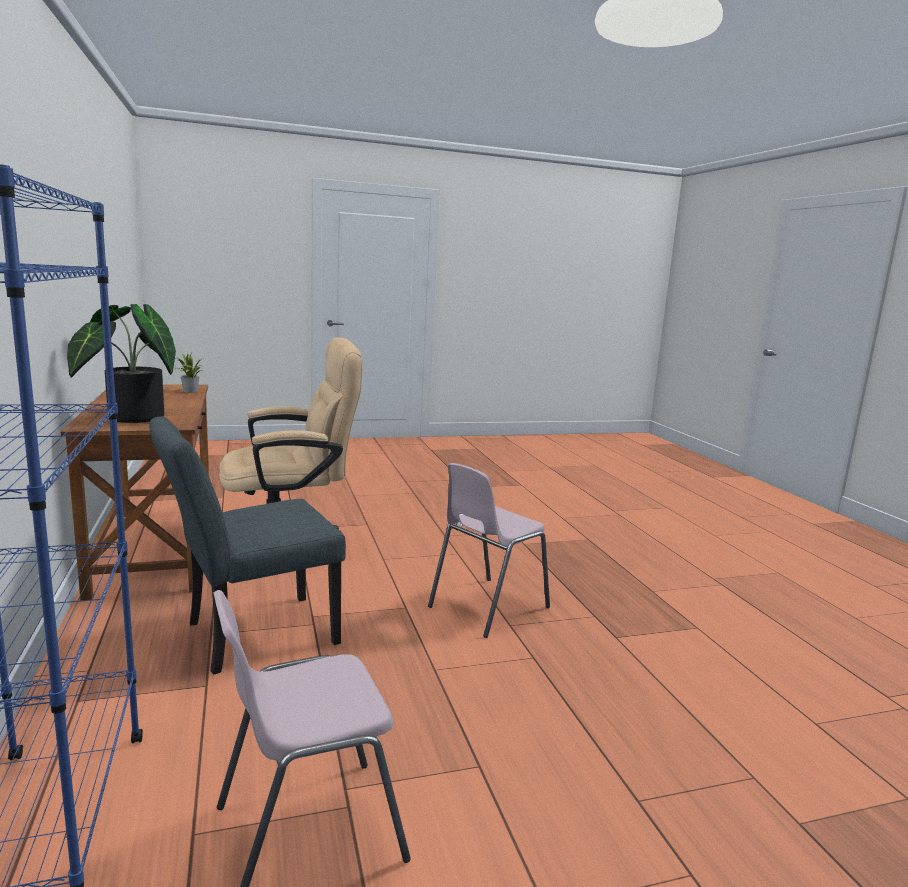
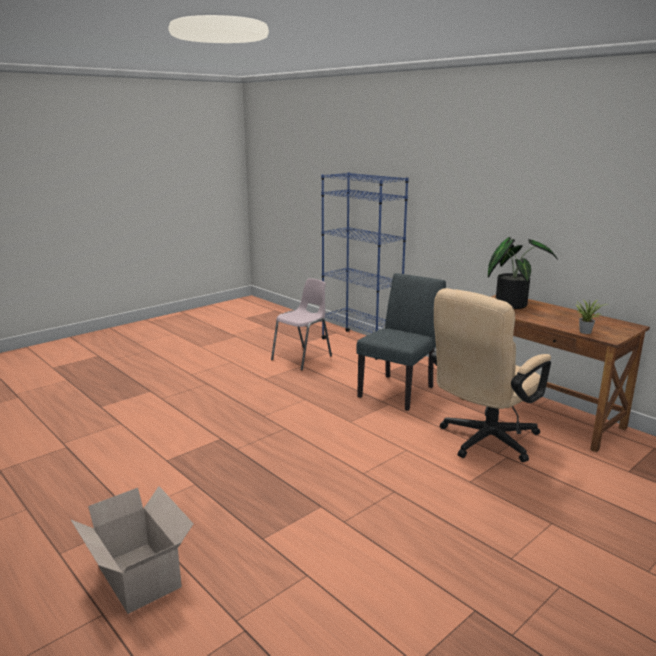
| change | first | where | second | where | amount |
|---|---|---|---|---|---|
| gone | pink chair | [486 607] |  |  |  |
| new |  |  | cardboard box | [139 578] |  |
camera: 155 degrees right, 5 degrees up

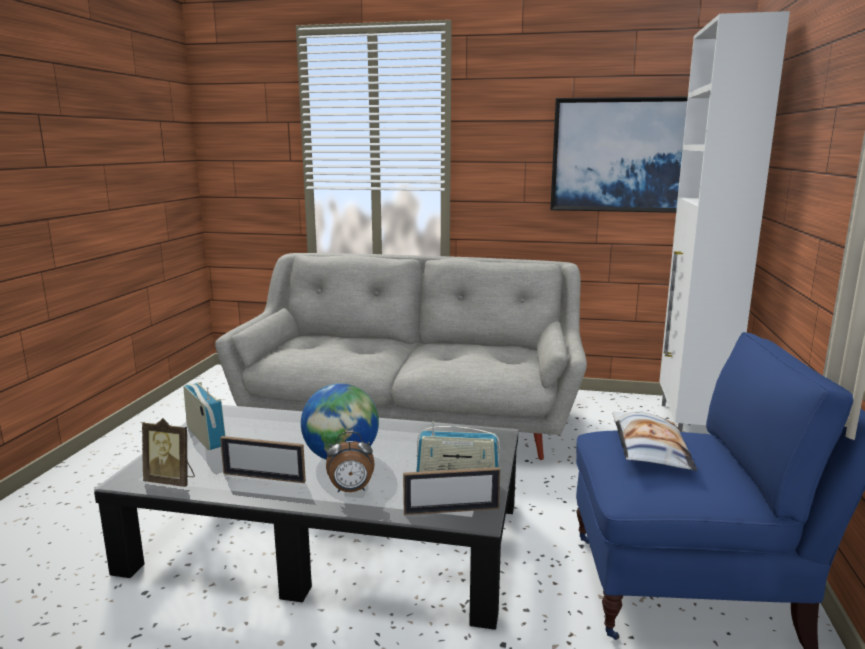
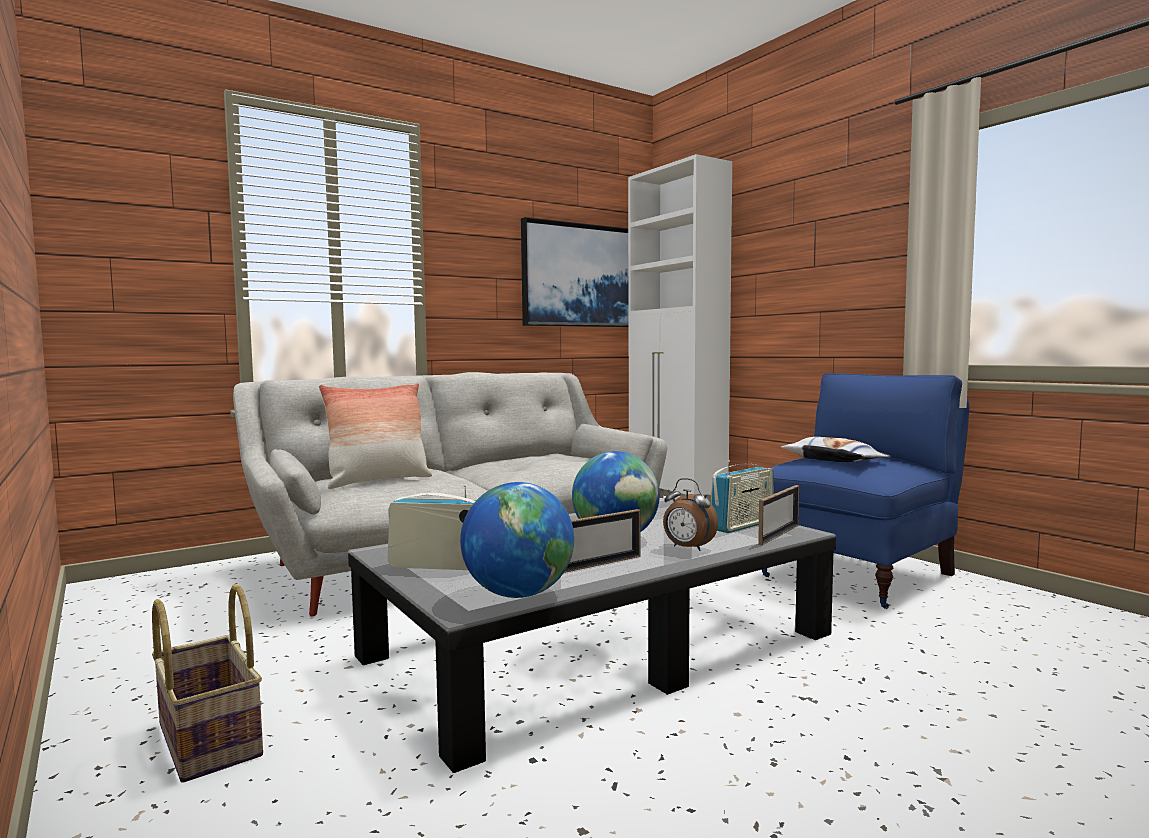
| change | first | where | second | where | amount |
|---|---|---|---|---|---|
| new |  |  | basket | [206 740] |  |
| new |  |  | pillow | [378 481] |  |
| swapped | picture frame | [172 481] | globe | [518 594] |  |
| rotated | alarm clock | [351 490] |  | [687 548] | 90 degrees clockwise |
camera: 45 degrees left, 10 degrees down

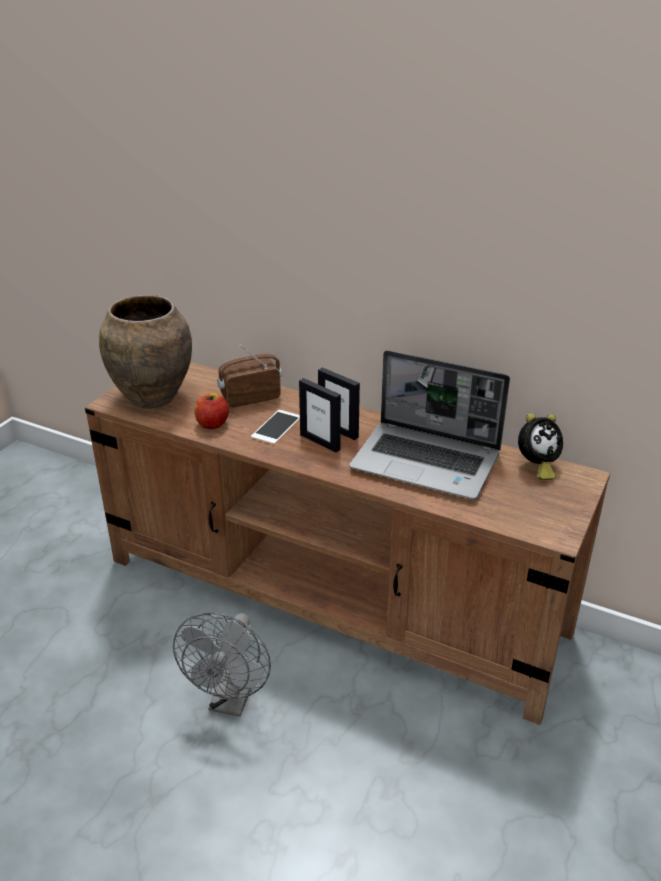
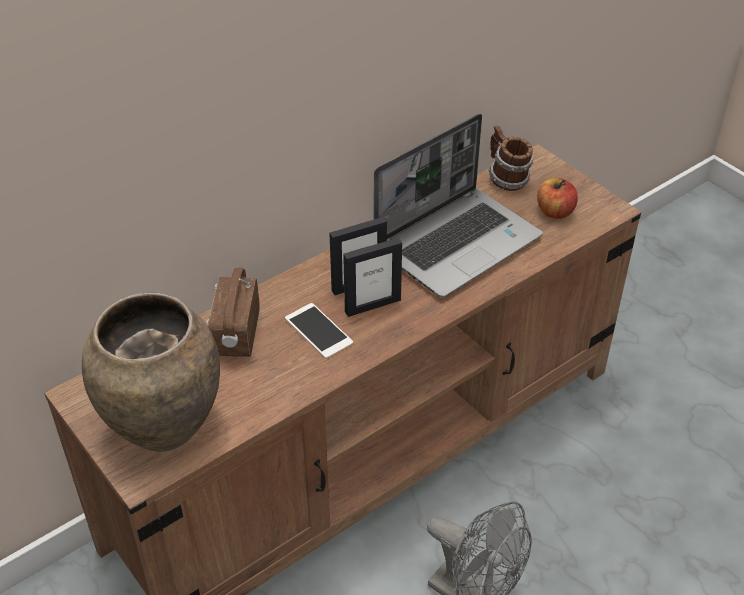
| change | first | where | second | where | amount |
|---|---|---|---|---|---|
| shifted | apple | [212 424] |  | [554 212] |  |
| swapped | alarm clock | [536 467] | mug | [506 179] |  |
camera: 65 degrees left, 10 degrees up

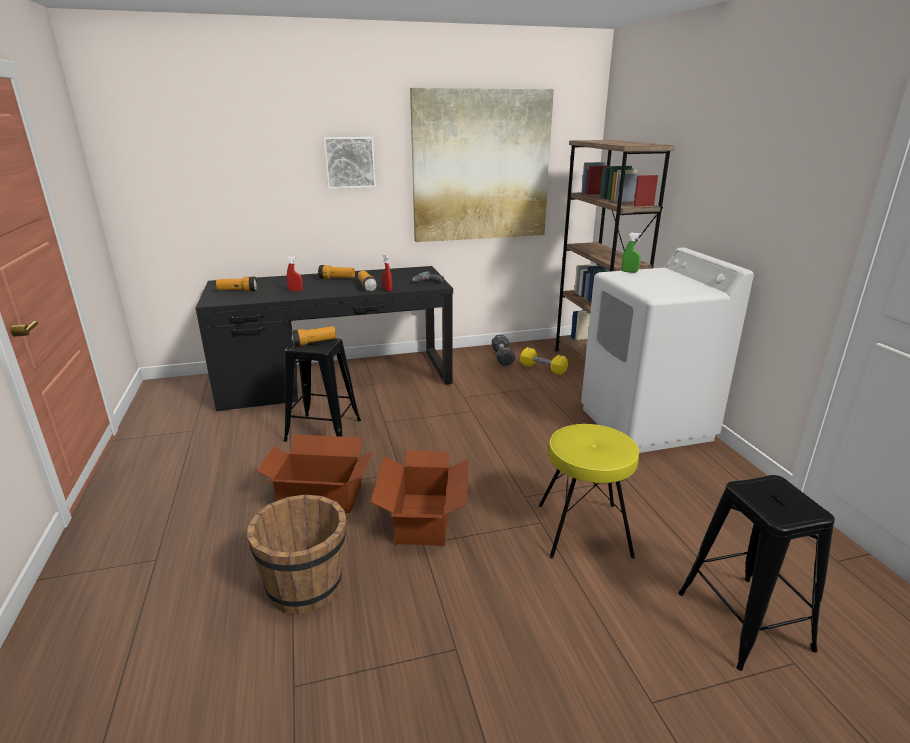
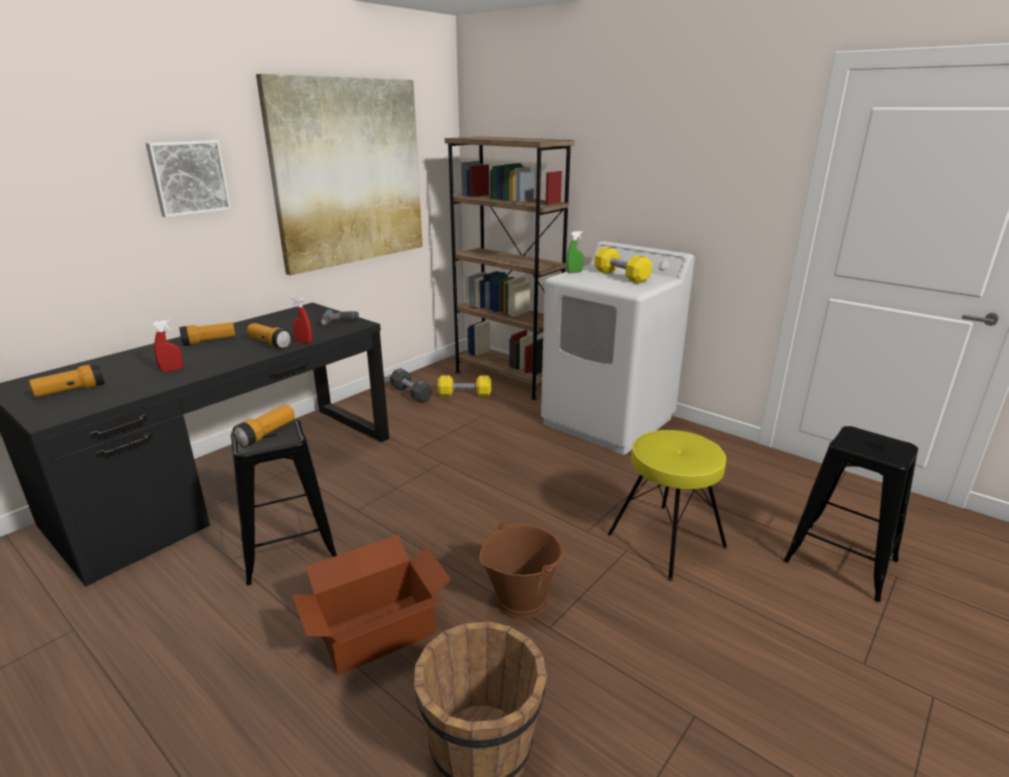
| change | first | where | second | where | amount |
|---|---|---|---|---|---|
| new |  |  | yellow dumbbell | [621 276] |  |
| swapped | cardboard box | [424 518] | brown bucket | [521 599] |  |
camera: 35 degrees left, 0 degrees up

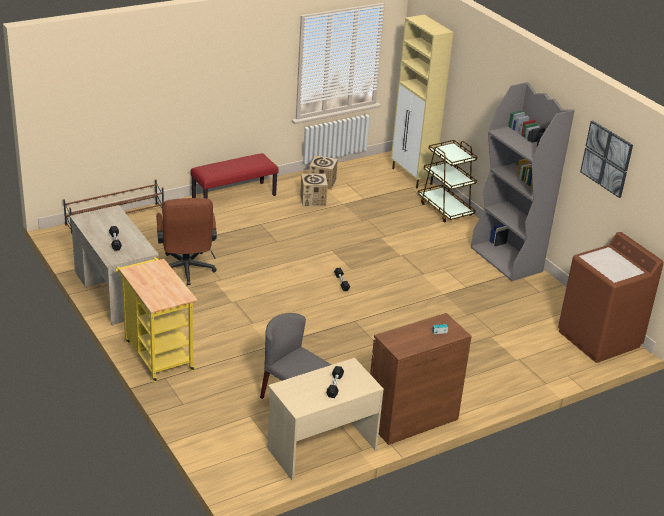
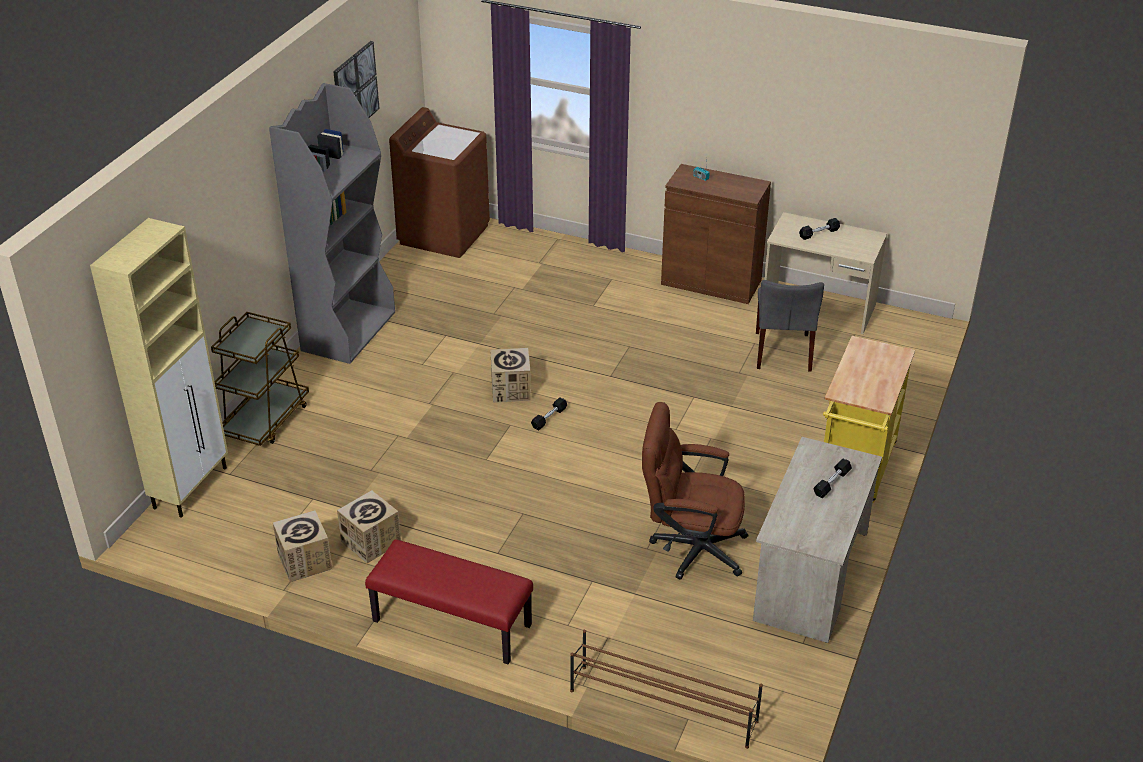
| change | first | where | second | where | amount |
|---|---|---|---|---|---|
| new |  |  | cardboard box | [511 390] |  |
| rotated | brown office chair | [186 271] |  | [690 547] | 120 degrees counterclockwise |
camera: 125 degrees left, 5 degrees up

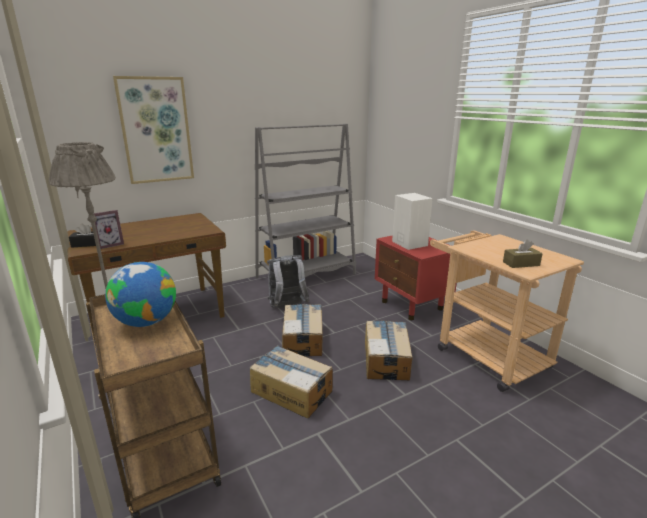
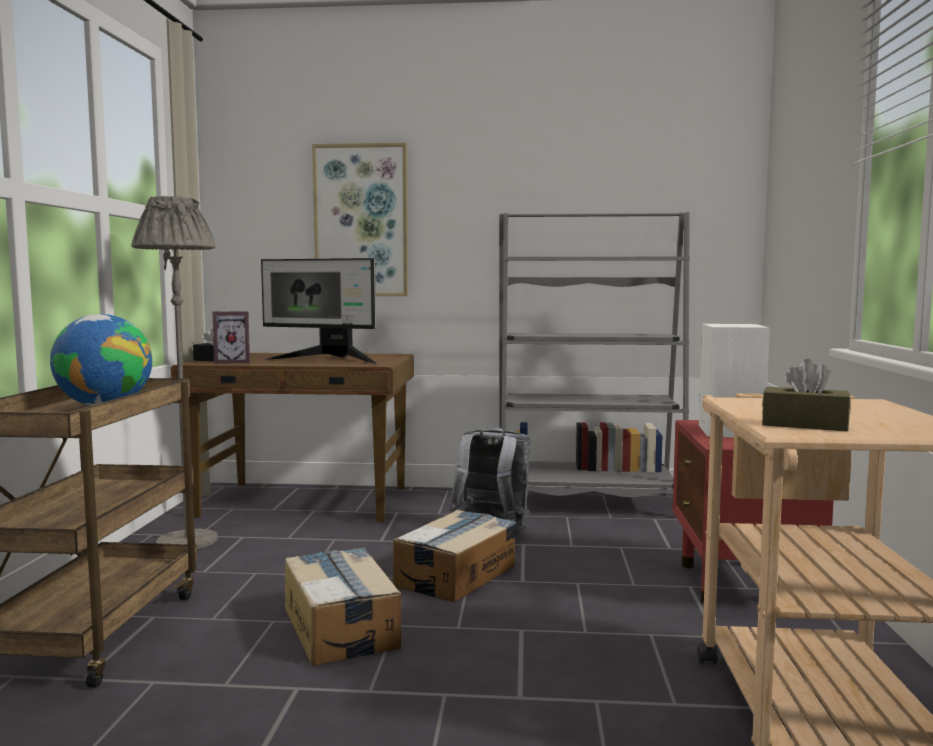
| change | first | where | second | where | amount |
|---|---|---|---|---|---|
| gone | cardboard box | [386 359] |  |  |  |
| new |  |  | monitor | [327 360] |  |
camera: 35 degrees right, 15 degrees down

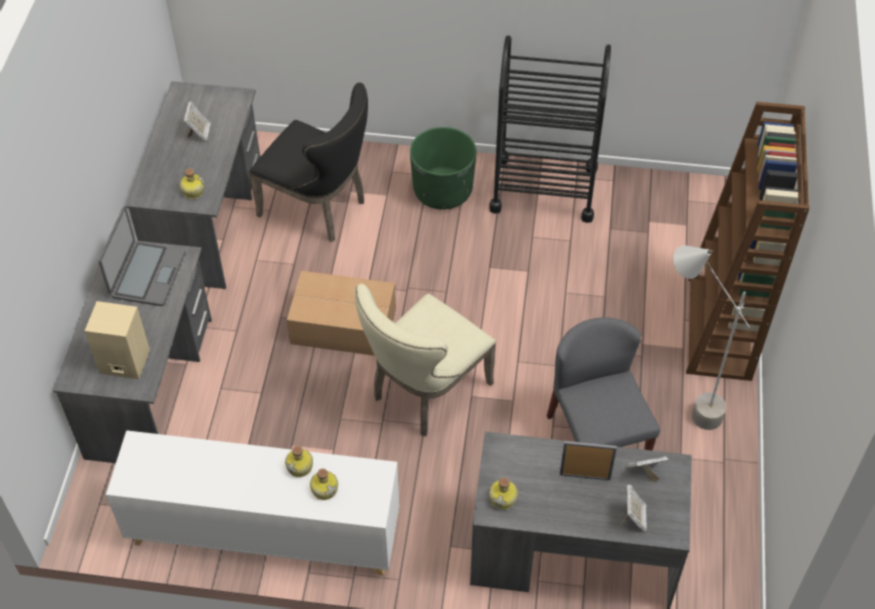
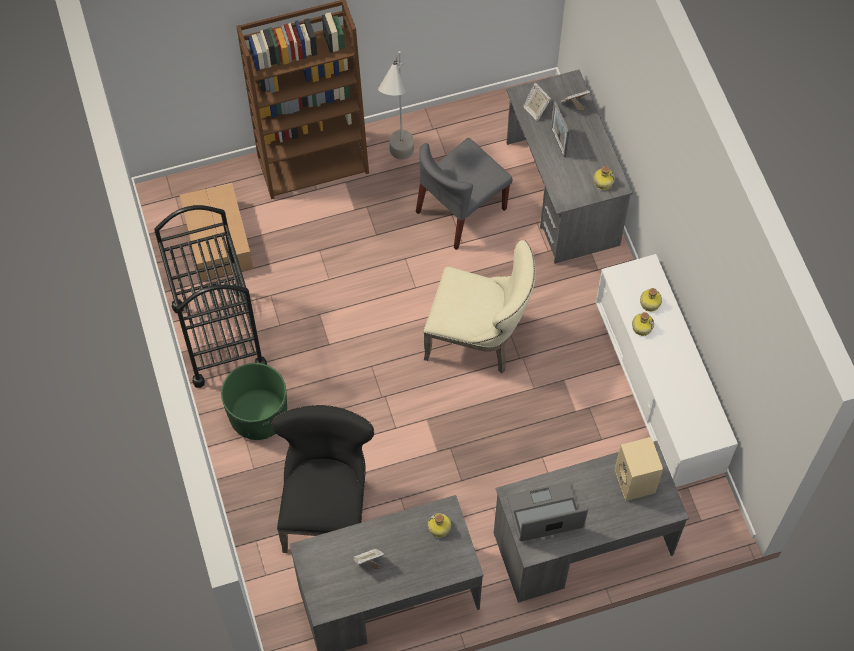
| change | first | where | second | where | amount |
|---|---|---|---|---|---|
| shifted | cardboard box | [342 324] |  | [217 241] |  |
camera: 115 degrees left, 10 degrees up

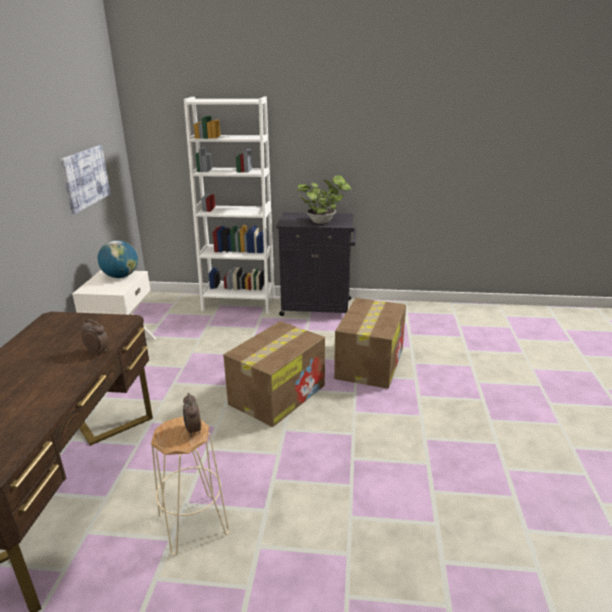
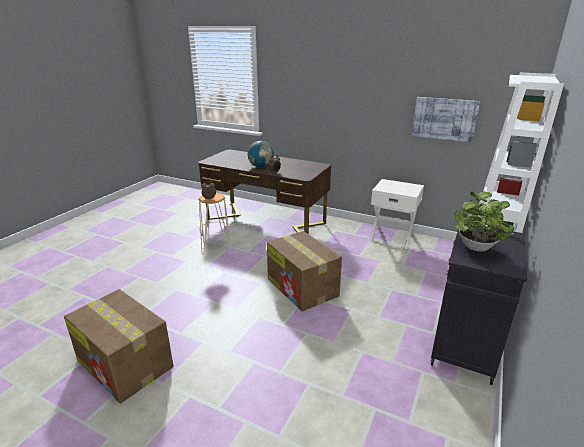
| change | first | where | second | where | amount |
|---|---|---|---|---|---|
| shifted | globe | [121 276] |  | [261 166] |  |
| shifted | cardboard box | [370 362] |  | [126 364] |  |
camera: 110 degrees right, 0 degrees up

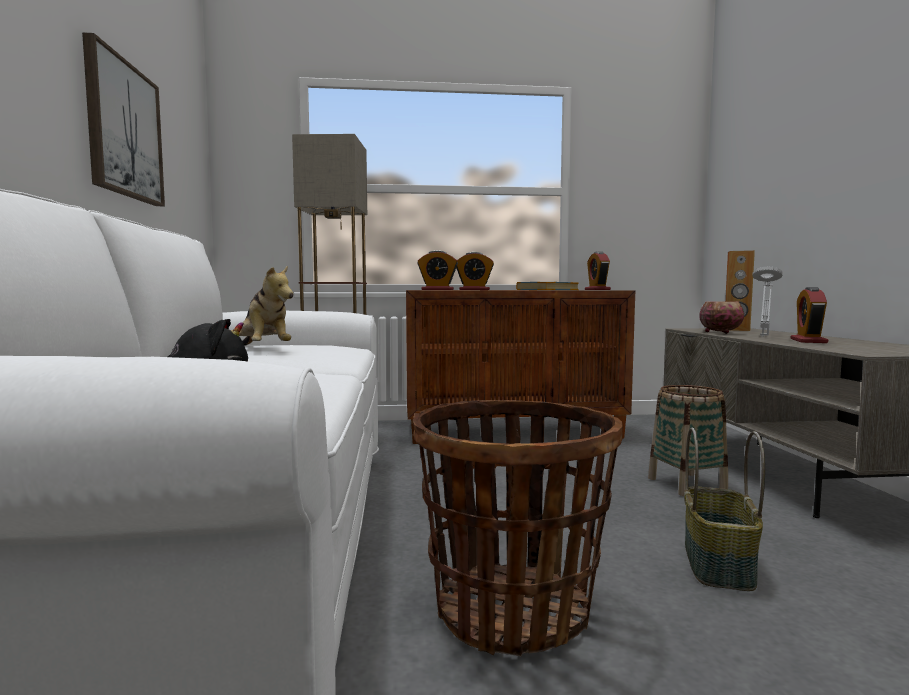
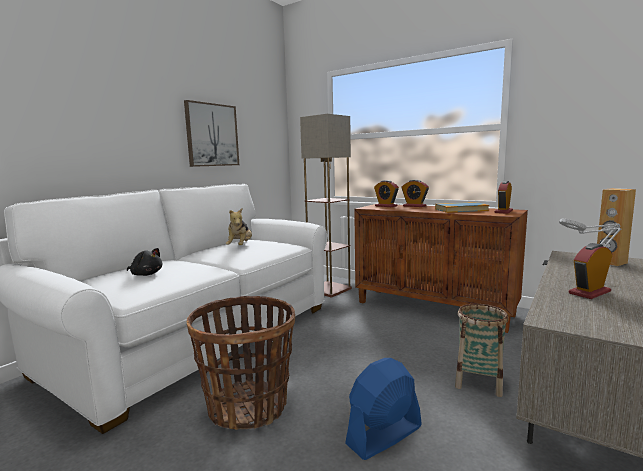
| change | first | where | second | where | amount |
|---|---|---|---|---|---|
| gone | bowl | [720 332] |  |  |  |
| swapped | basket | [720 564] | blue fan | [384 435] |  |
camera: 40 degrees right, 5 degrees up

